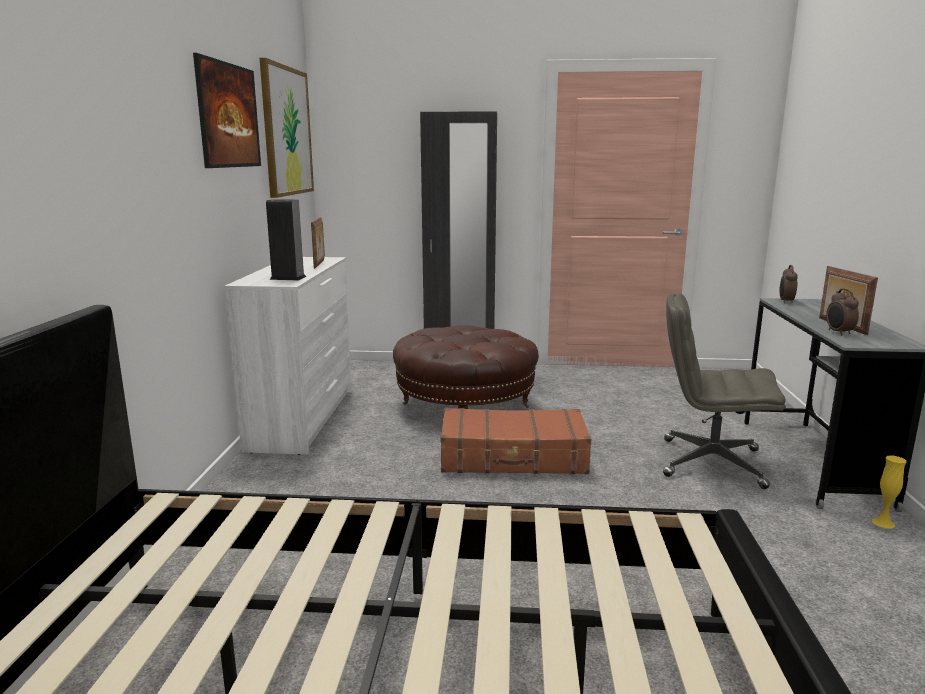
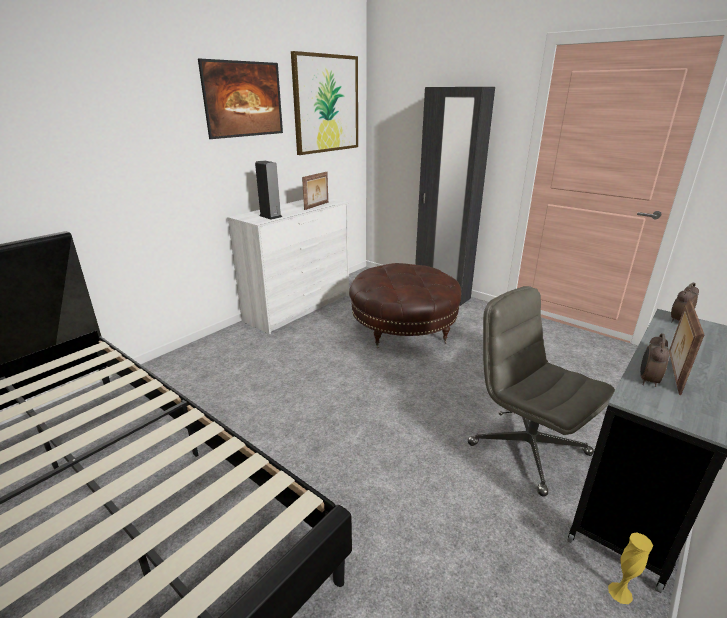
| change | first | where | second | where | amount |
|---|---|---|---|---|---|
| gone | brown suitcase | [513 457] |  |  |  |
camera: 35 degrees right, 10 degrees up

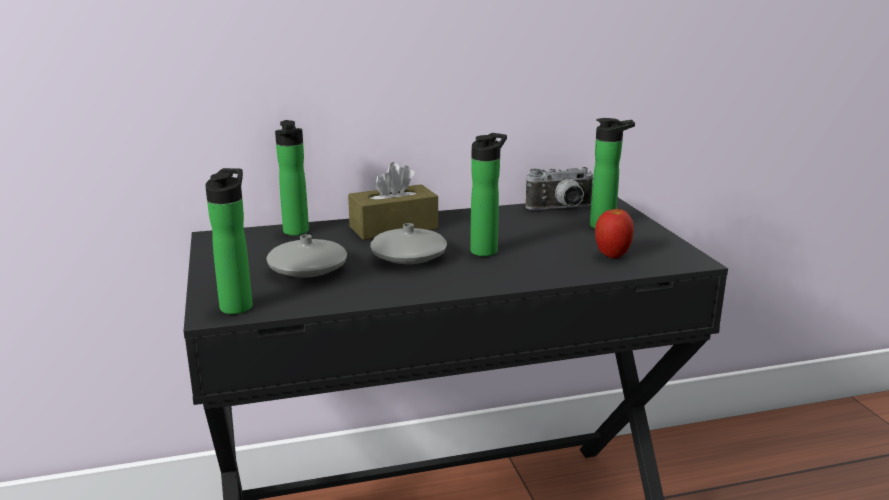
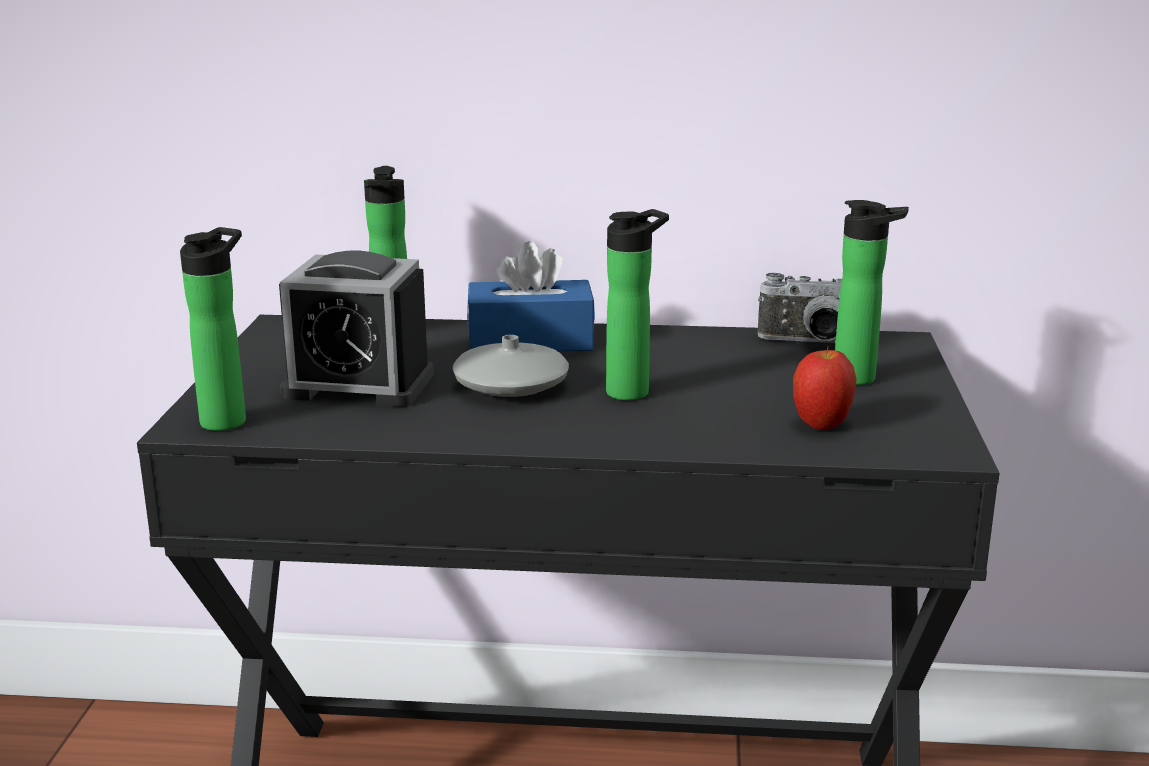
| change | first | where | second | where | amount |
|---|---|---|---|---|---|
| swapped | grey vase | [308 269] | alarm clock | [358 385] |  |
| repainted | brown tissue box | [393 227] | blue tissue box | [530 341] |  |
camera: 20 degrees right, 0 degrees up

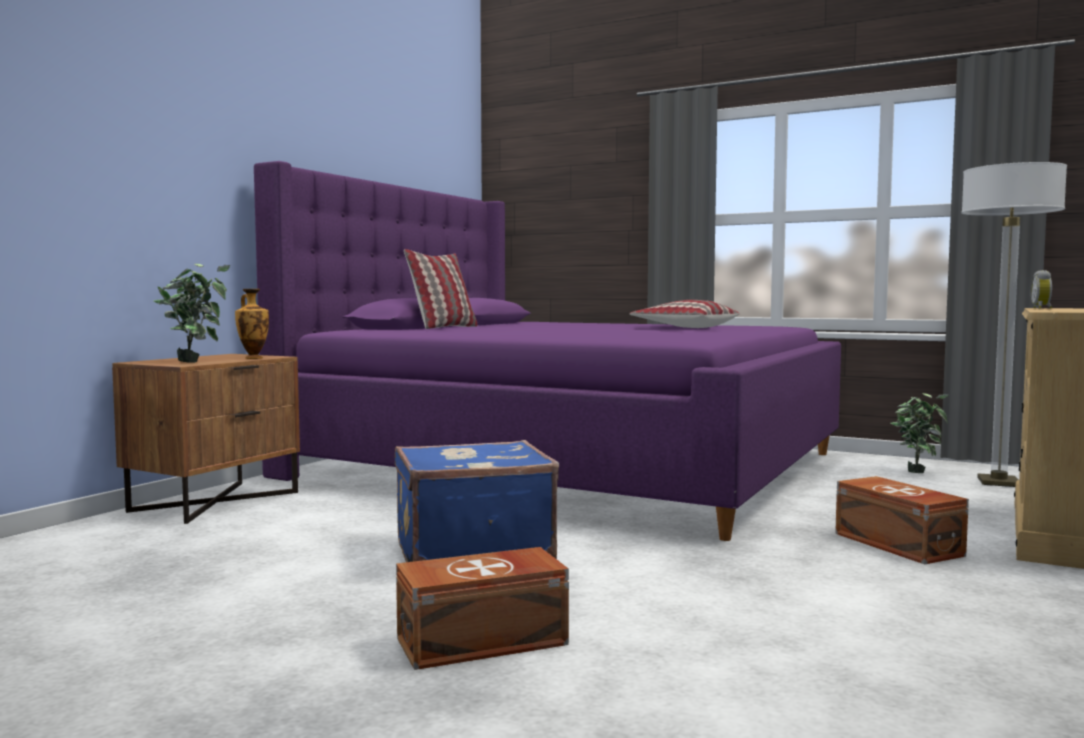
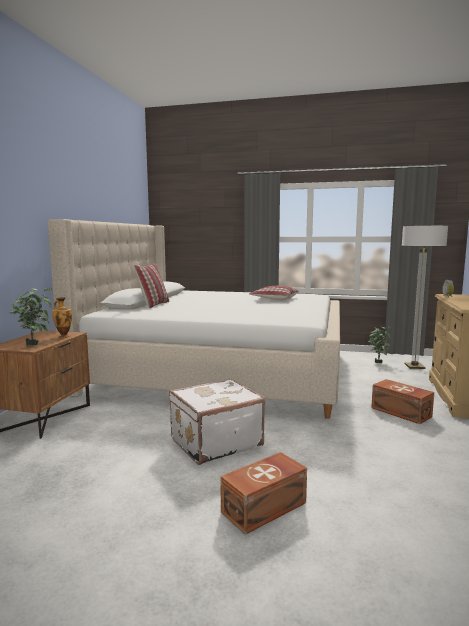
| change | first | where | second | where | amount |
|---|---|---|---|---|---|
| repainted | purple bed | [568 464] | beige bed | [219 370] |  |
| repainted | blue suitcase | [471 552] | white suitcase | [215 442] |  |
camera: 15 degrees left, 5 degrees up

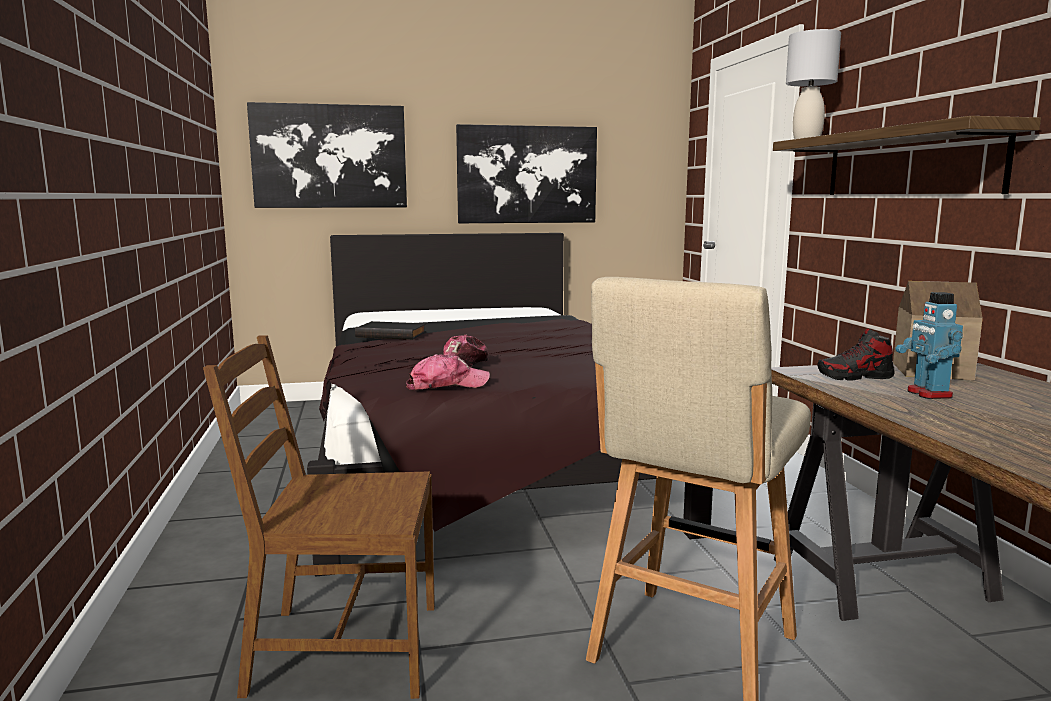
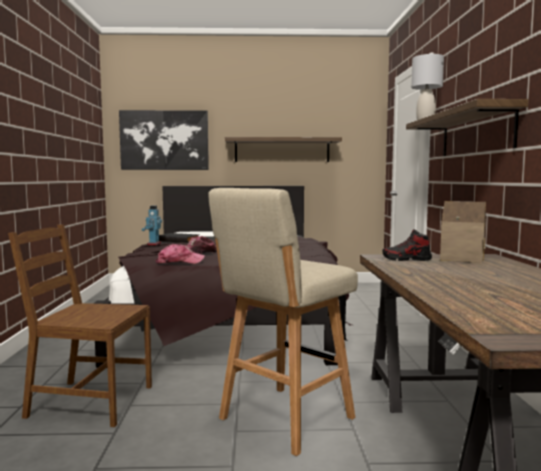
| change | first | where | second | where | amount |
|---|---|---|---|---|---|
| shifted | toy robot | [928 394] |  | [153 244] |  |
| swapped | picture | [527 175] | shelf | [282 150] |  |
camera: 10 degrees right, 5 degrees down

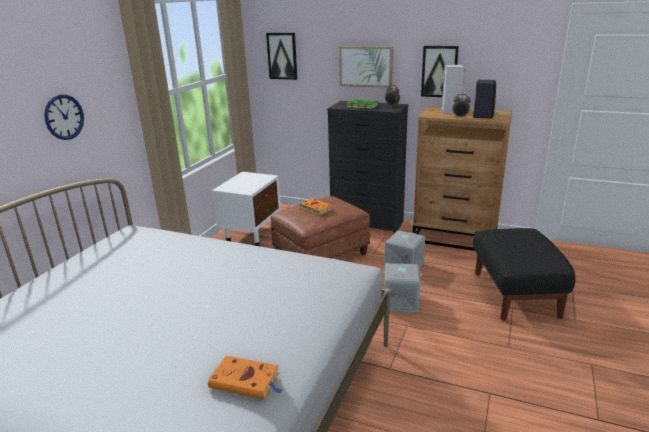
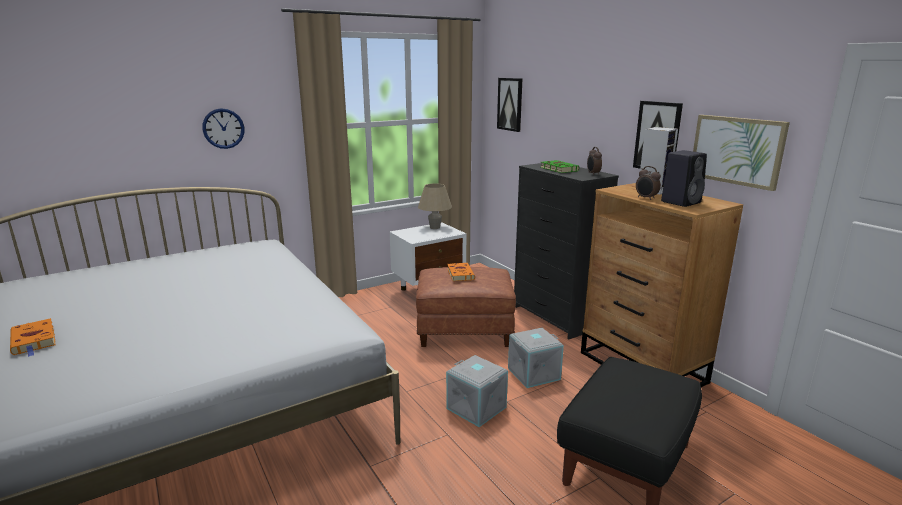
| change | first | where | second | where | amount |
|---|---|---|---|---|---|
| new |  |  | beige table lamp | [435 227] |  |
| shifted | orange book | [247 381] |  | [34 341] |  |
| shifted | picture | [366 66] |  | [736 150] |  |
camera: 35 degrees right, 5 degrees down

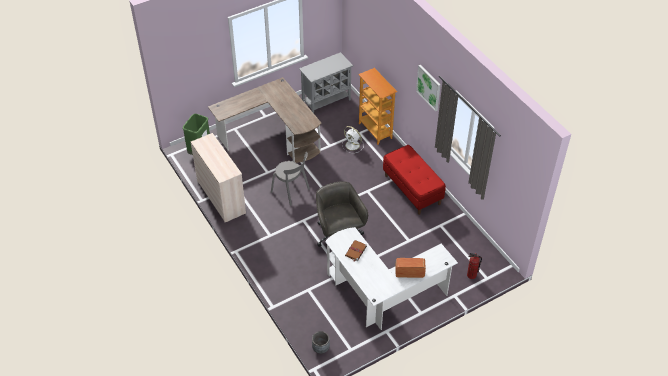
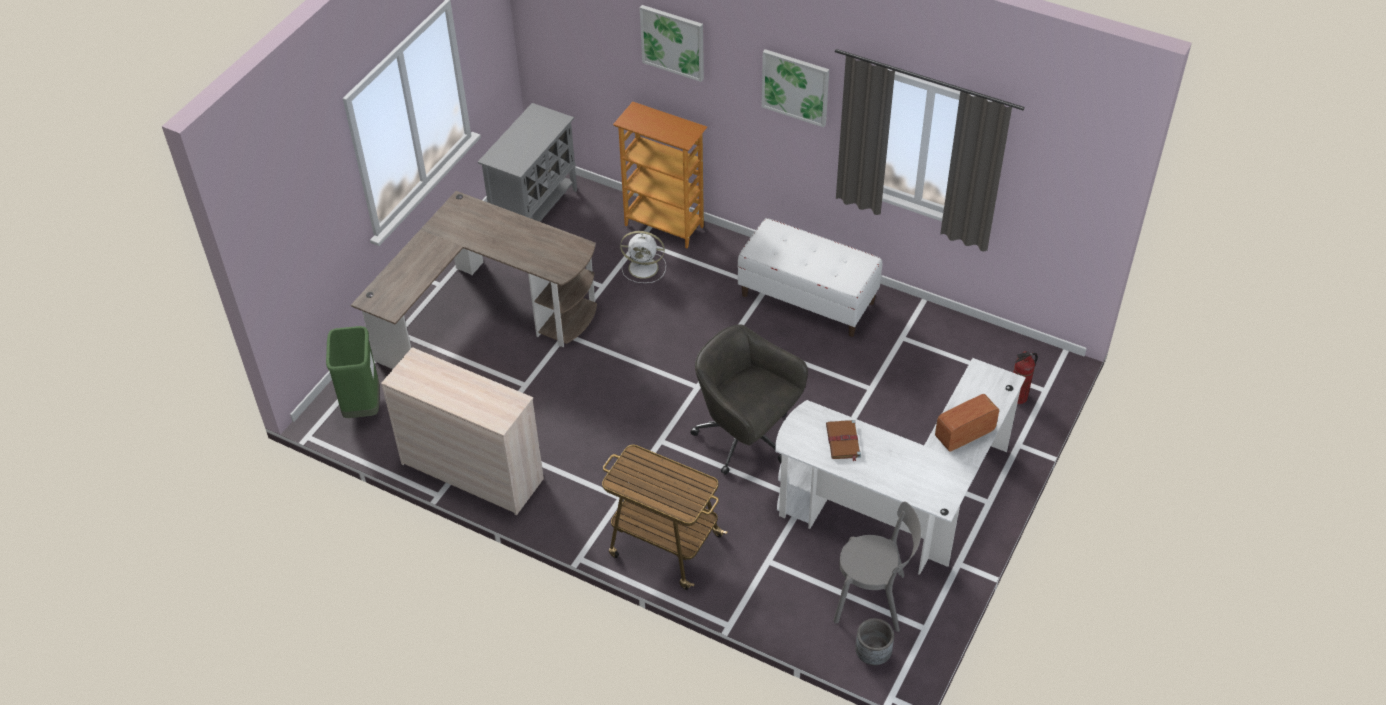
| change | first | where | second | where | amount |
|---|---|---|---|---|---|
| new |  |  | cart | [664 544] |  |
| new |  |  | picture | [673 42] |  |
| shifted | grey chair | [291 191] |  | [873 599] |  |
| repainted | red bench | [412 189] | white bench | [808 298] |  |
camera: 30 degrees left, 0 degrees up

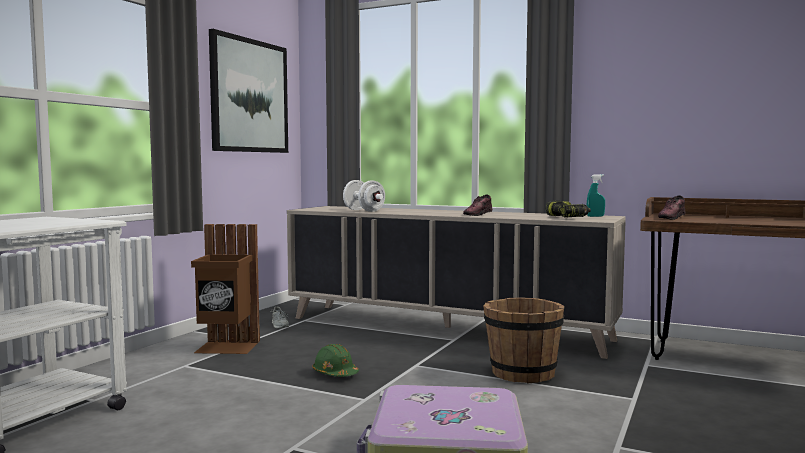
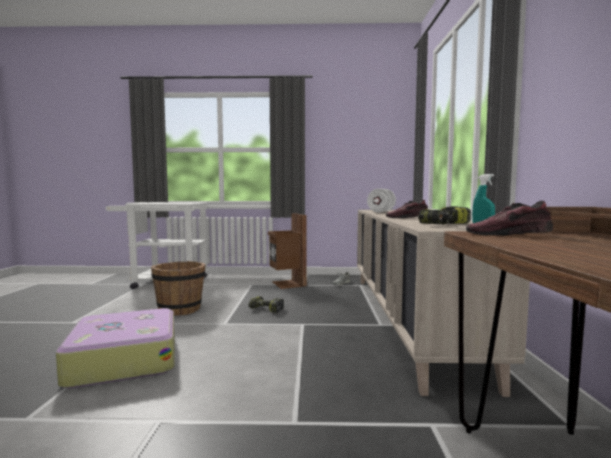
| change | first | where | second | where | amount |
|---|---|---|---|---|---|
| gone | picture | [249 96] |  |  |  |
| shifted | brown bucket | [522 373] |  | [180 309] |  |
| swapped | green hard hat | [335 373] | power drill | [265 309] |  |
camera: 65 degrees right, 0 degrees up

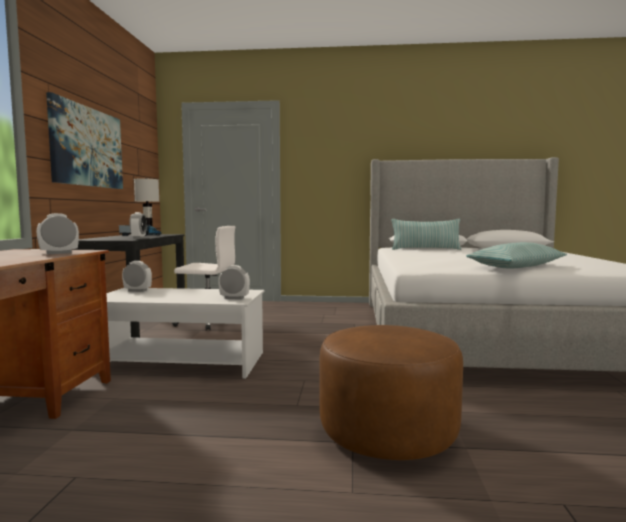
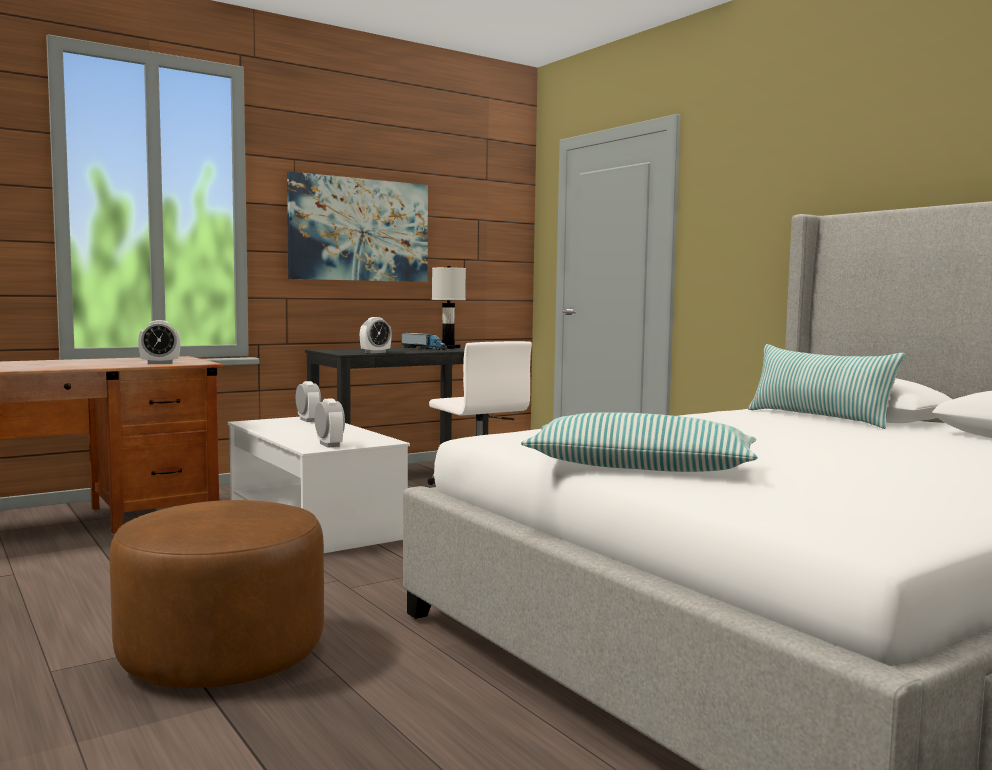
| change | first | where | second | where | amount |
|---|---|---|---|---|---|
| rotated | alarm clock | [59 253] |  | [160 363] | 150 degrees clockwise |
camera: 50 degrees right, 0 degrees up

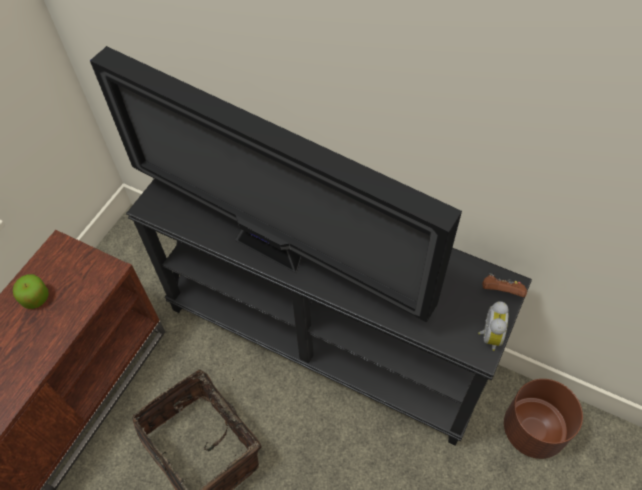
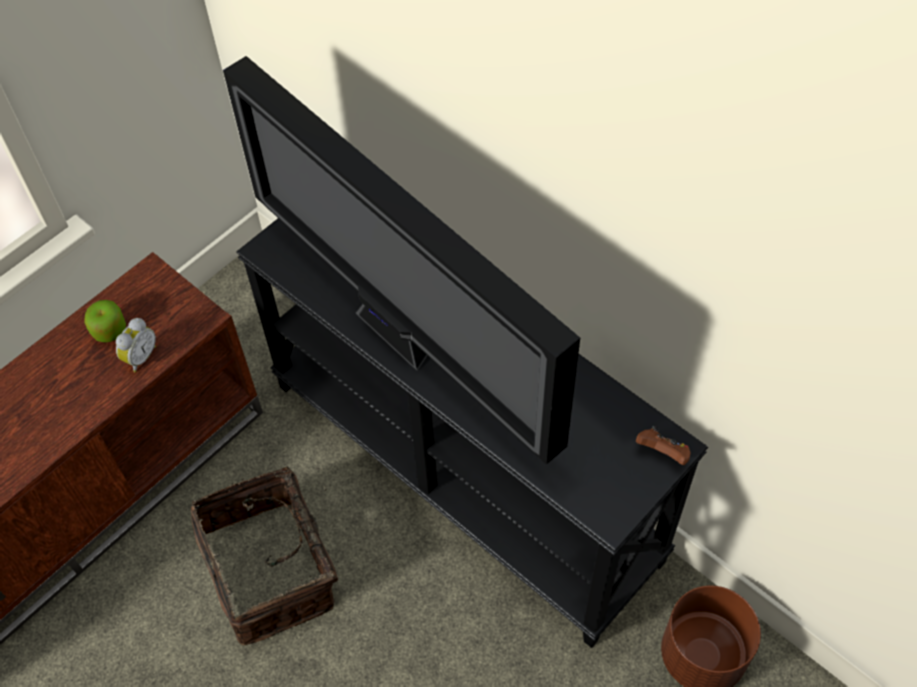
| change | first | where | second | where | amount |
|---|---|---|---|---|---|
| shifted | alarm clock | [488 335] |  | [140 357] |  |
camera: 15 degrees right, 0 degrees up

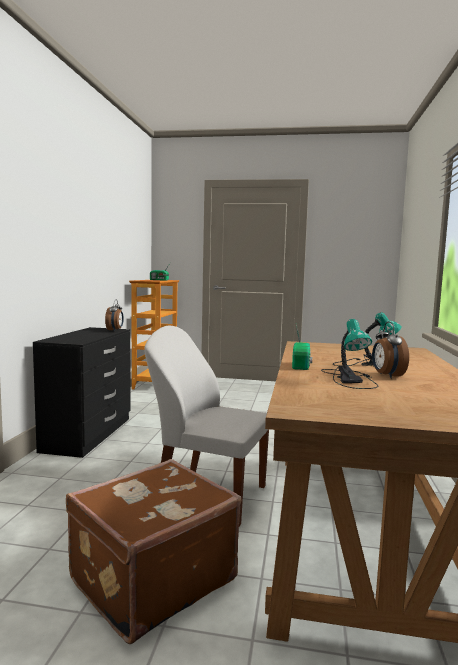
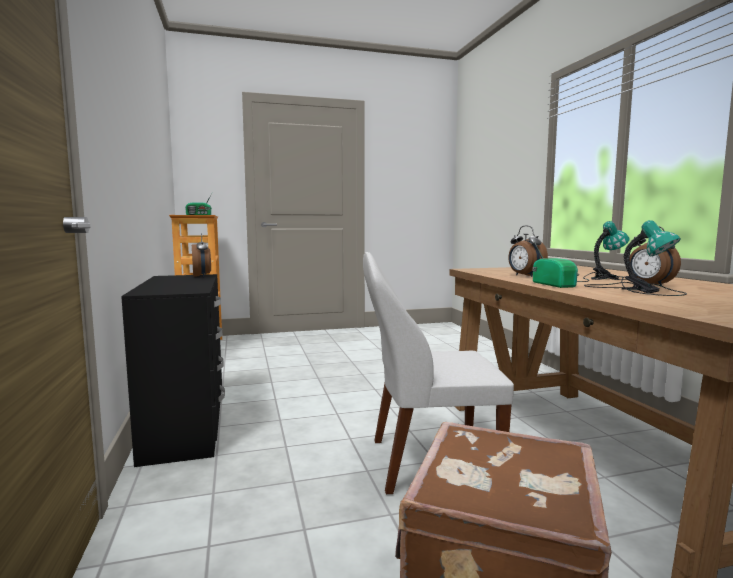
| change | first | where | second | where | amount |
|---|---|---|---|---|---|
| new |  |  | alarm clock | [524 276] |  |
camera: 25 degrees left, 0 degrees up

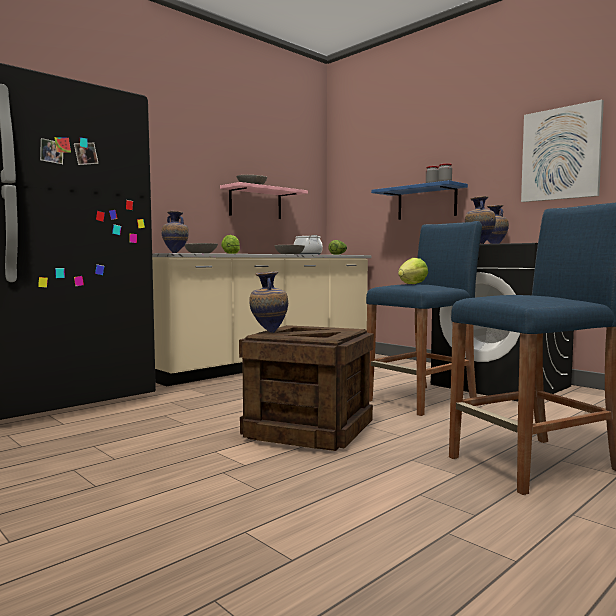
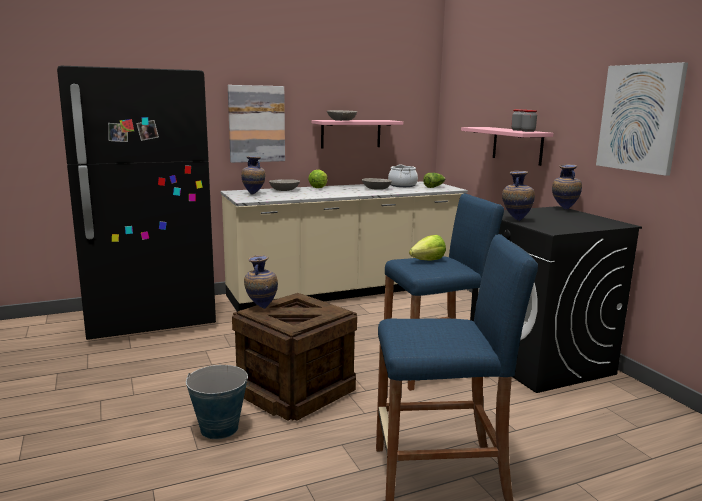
| change | first | where | second | where | amount |
|---|---|---|---|---|---|
| new |  |  | bucket | [219 428] |  |
| new |  |  | picture | [256 124] |  |
| repainted | blue shelf | [426 203] | pink shelf | [517 145] |  |
camera: 20 degrees right, 10 degrees up

